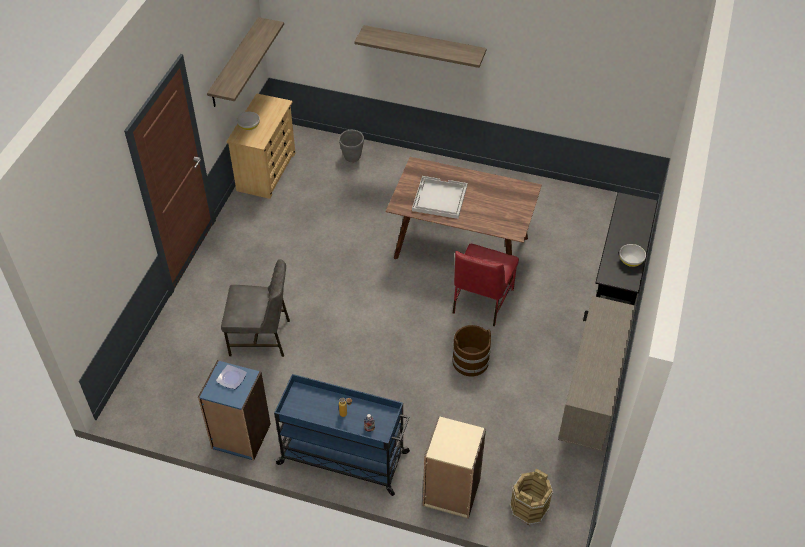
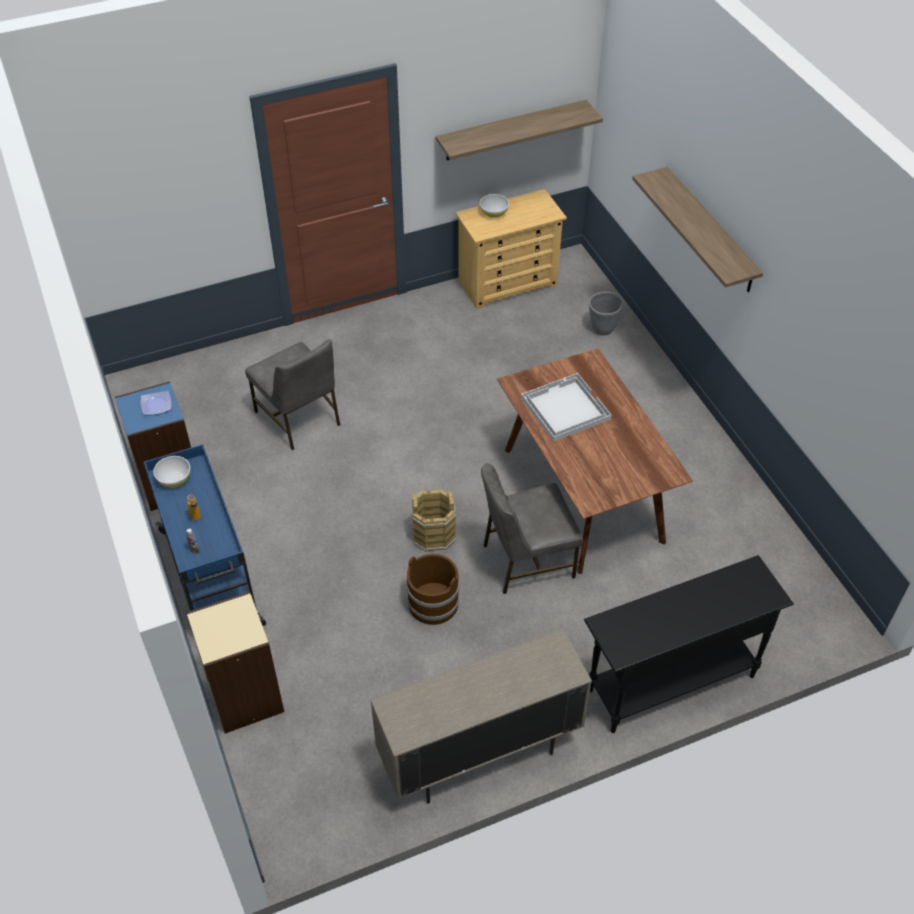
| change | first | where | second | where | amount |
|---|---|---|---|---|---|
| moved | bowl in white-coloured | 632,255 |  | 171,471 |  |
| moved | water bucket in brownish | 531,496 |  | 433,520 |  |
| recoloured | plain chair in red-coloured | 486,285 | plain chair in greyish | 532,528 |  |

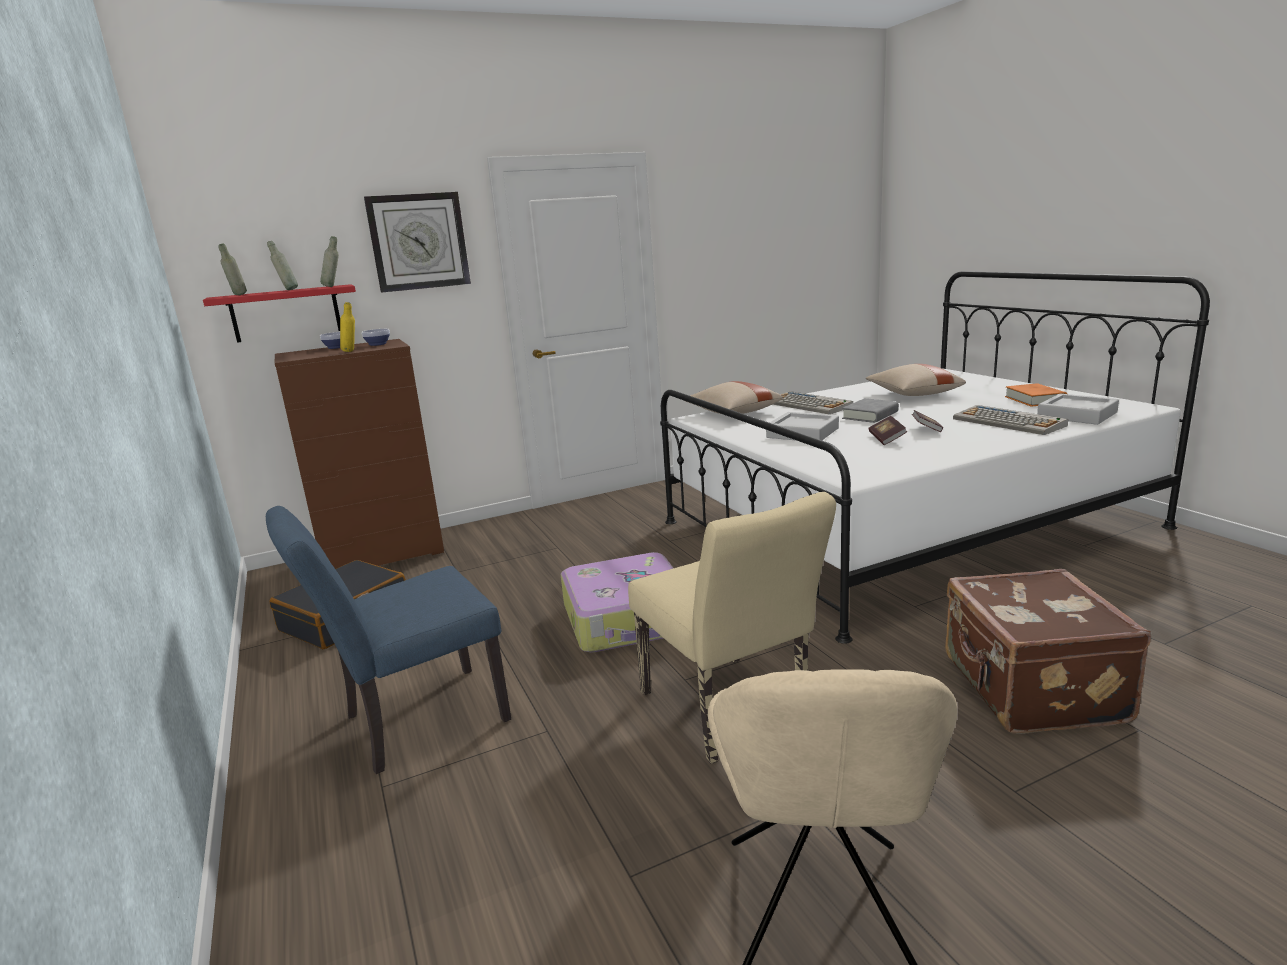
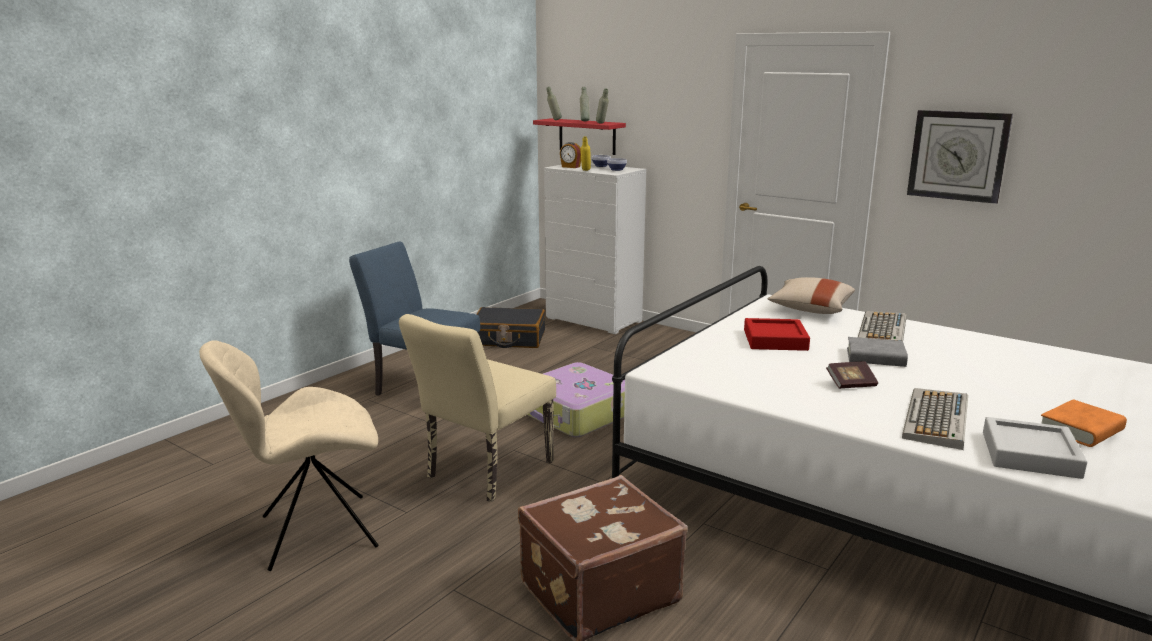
| change | first | where | second | where | amount |
|---|---|---|---|---|---|
| recoloured | chest of drawers in brownish | 359,454 | chest of drawers in white-coloured | 595,249 |  |
| added |  |  | table clock | 570,155 |  |
| recoloured | tray in greyish | 802,426 | tray in red-coloured | 777,334 |  |
| moved | wall clock | 417,242 |  | 960,157 |  |
| removed | cushion in beige | 916,380 |  |  |  |
| removed | volume | 887,430 |  |  |  |

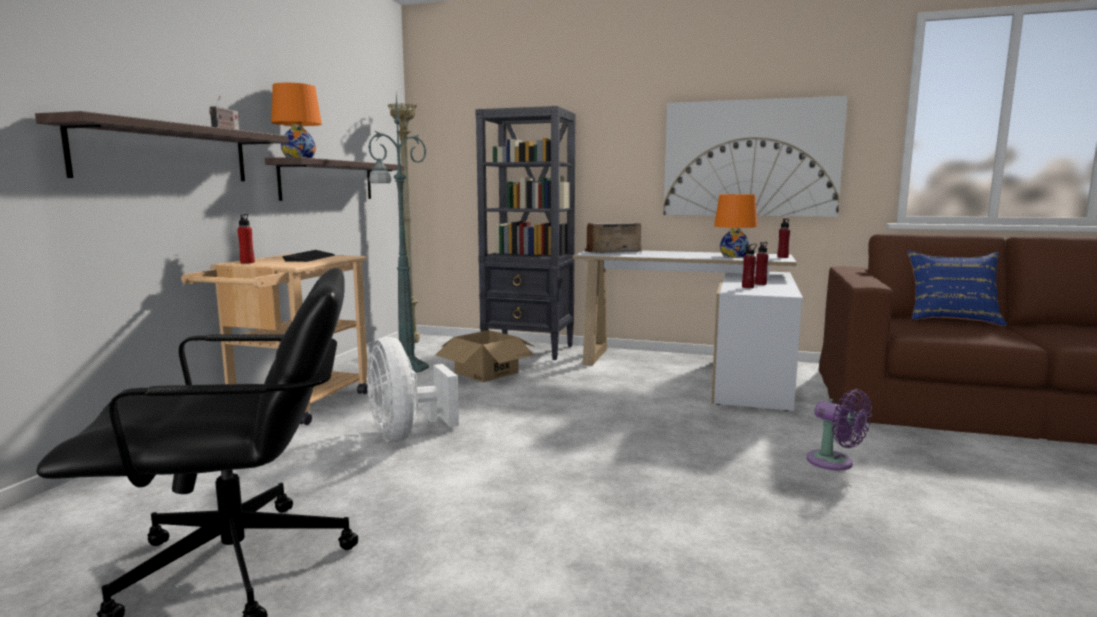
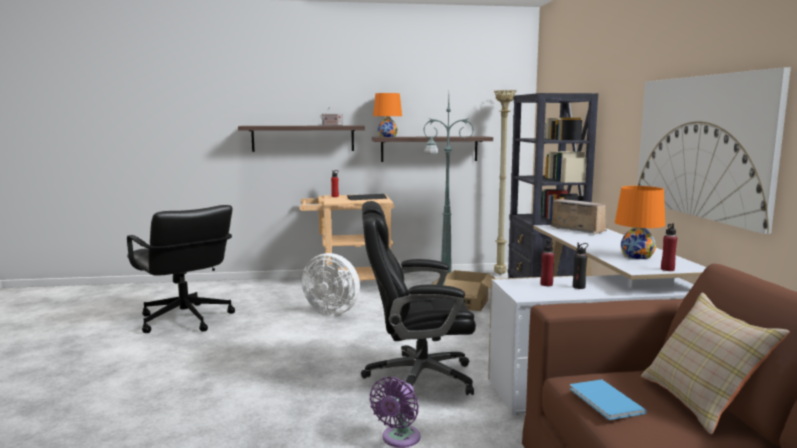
| change | first | where | second | where | amount |
|---|---|---|---|---|---|
| turned | cooling fan in white-coloured | 413,389 |  | 331,284 | 105 degrees counterclockwise |
| added |  |  | office chair in black-coloured | 418,298 |  |
| added |  |  | volume in bluish | 608,399 |  |
| recoloured | bottle in red-coloured | 762,263 | bottle in black-coloured | 580,266 |  |
| recoloured | cushion in bluish | 957,288 | cushion in beige | 715,364 |  |

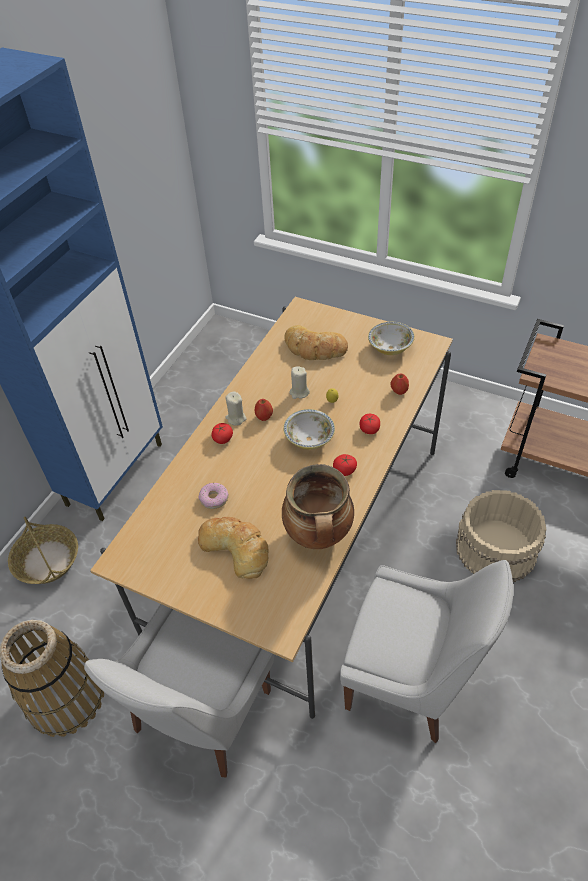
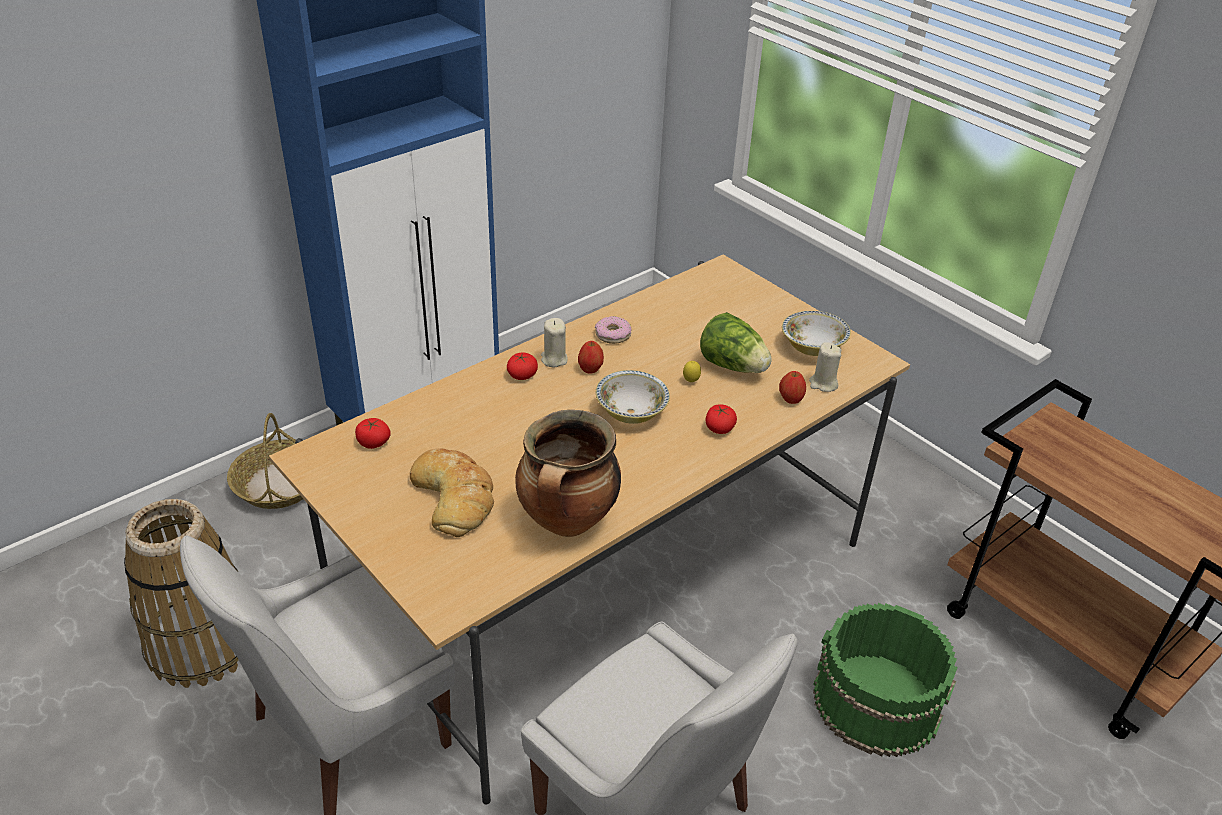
| change | first | where | second | where | amount |
|---|---|---|---|---|---|
| moved | fresh tomato | 345,465 |  | 372,433 |  |
| moved | doughnut | 214,496 |  | 613,330 |  |
| added |  |  | lettuce | 736,342 |  |
| moved | candle in beige | 299,382 |  | 825,367 |  |
| recoloured | water bucket in beige | 501,536 | water bucket in green | 885,680 |  |
| removed | bread | 316,342 |  |  |  |

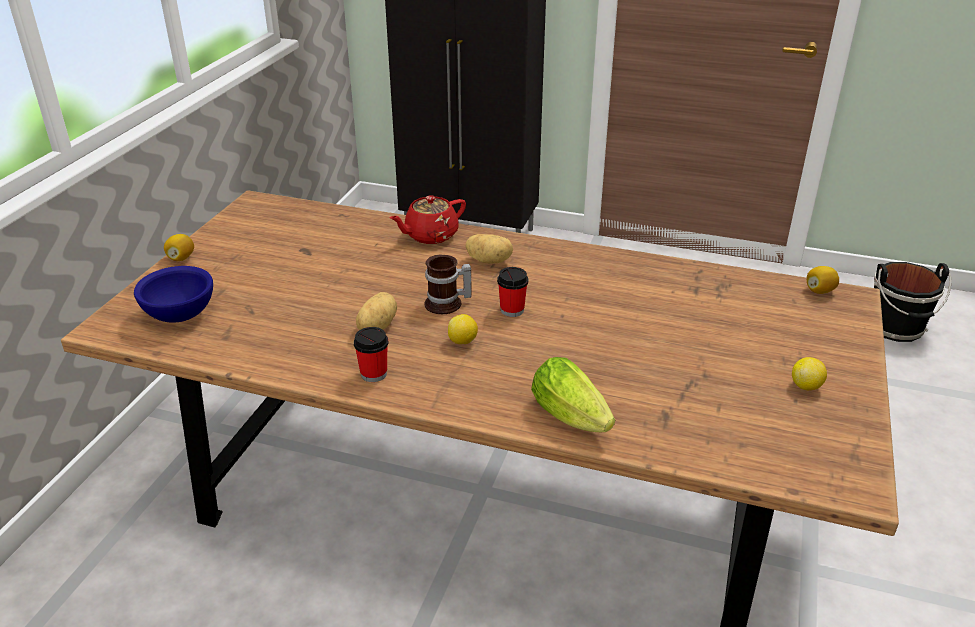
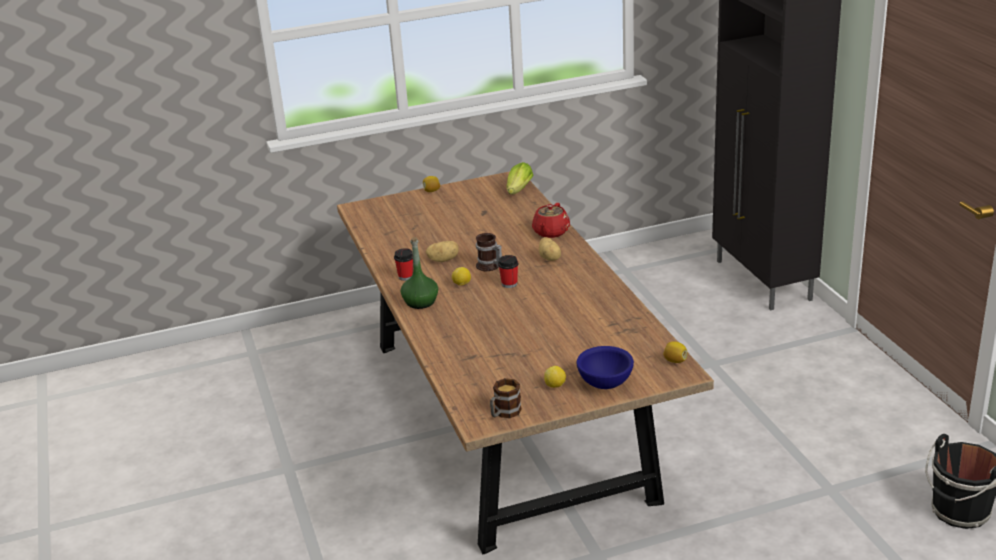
| change | first | where | second | where | amount |
|---|---|---|---|---|---|
| added |  |  | bottle in green | 419,273 |  |
| added |  |  | coffee mug | 505,398 |  |
| moved | lettuce | 573,394 |  | 520,178 |  |
| turned | teapot in red-coloured | 428,219 |  | 551,220 | 90 degrees counterclockwise |
| moved | bowl in bluish | 173,294 |  | 605,367 |  |

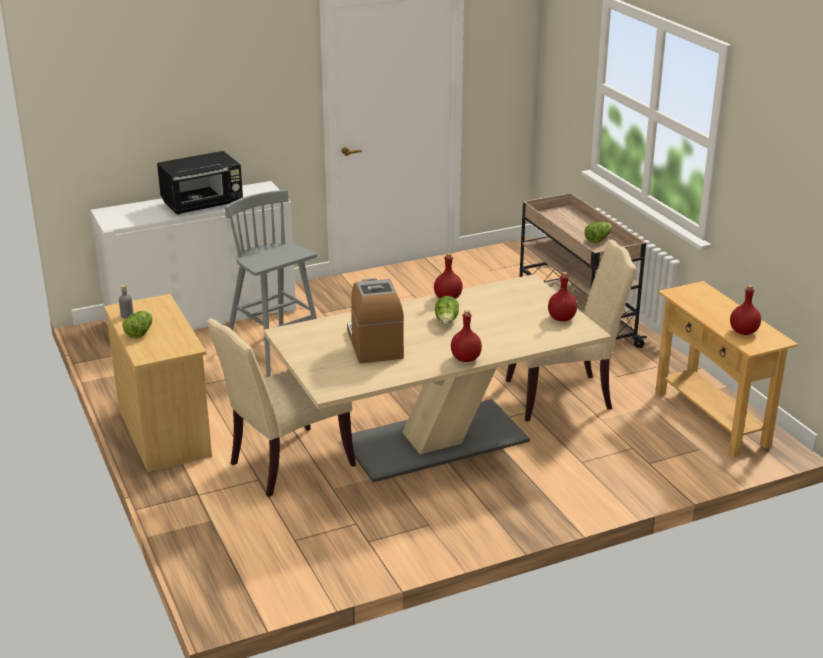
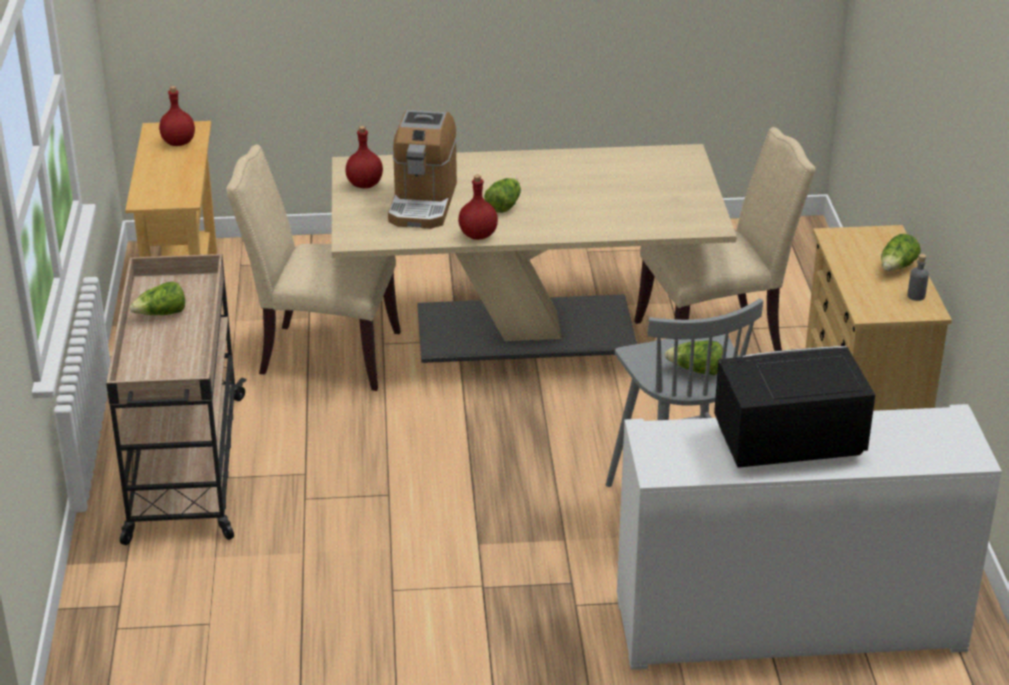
| change | first | where | second | where | amount |
|---|---|---|---|---|---|
| moved | coffee brewer | 375,320 |  | 422,169 |  |
| added |  |  | lettuce | 693,358 |  |
| removed | bottle in red-coloured | 466,336 |  |  |  |

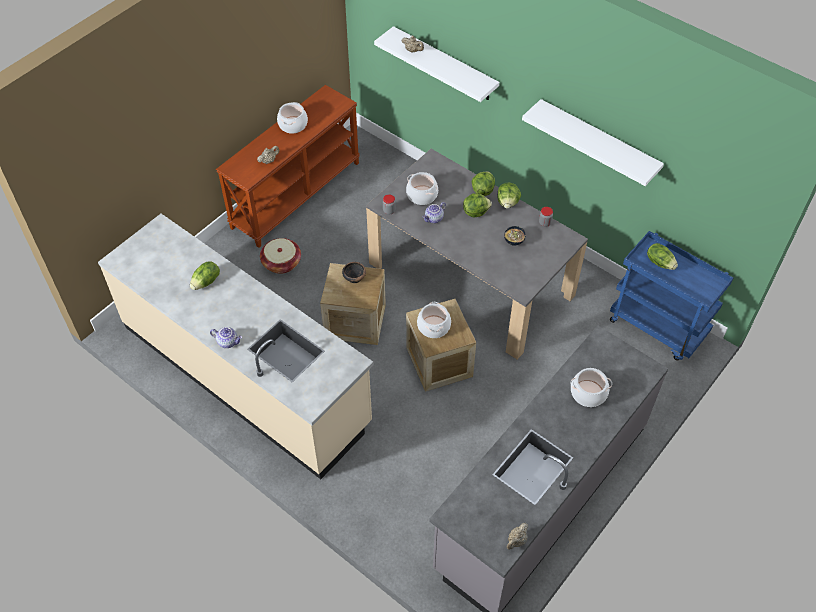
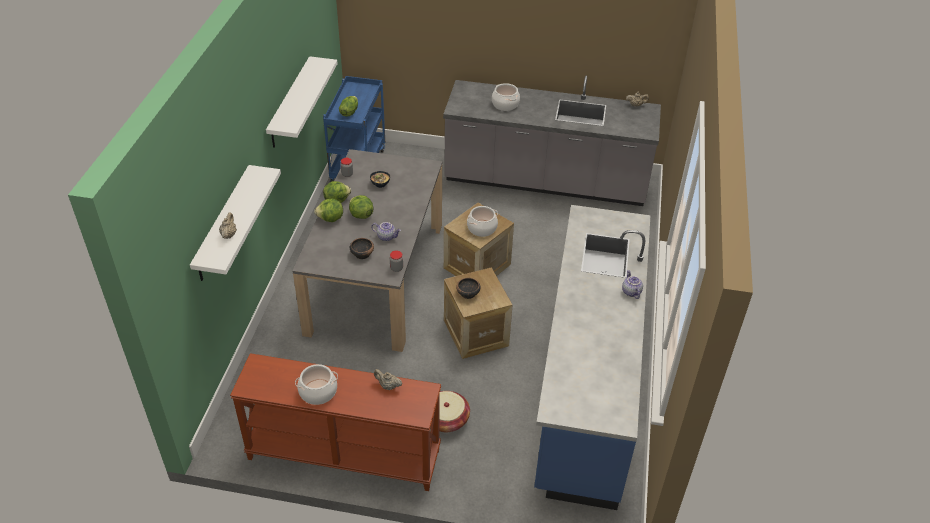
| change | first | where | second | where | amount |
|---|---|---|---|---|---|
| replaced | cooking pot | 422,188 | bowl | 362,248 |  |
| recoloured | kitchen counter in beige | 236,346 | kitchen counter in bluish | 592,357 |  |
| removed | lettuce | 205,275 |  |  |  |

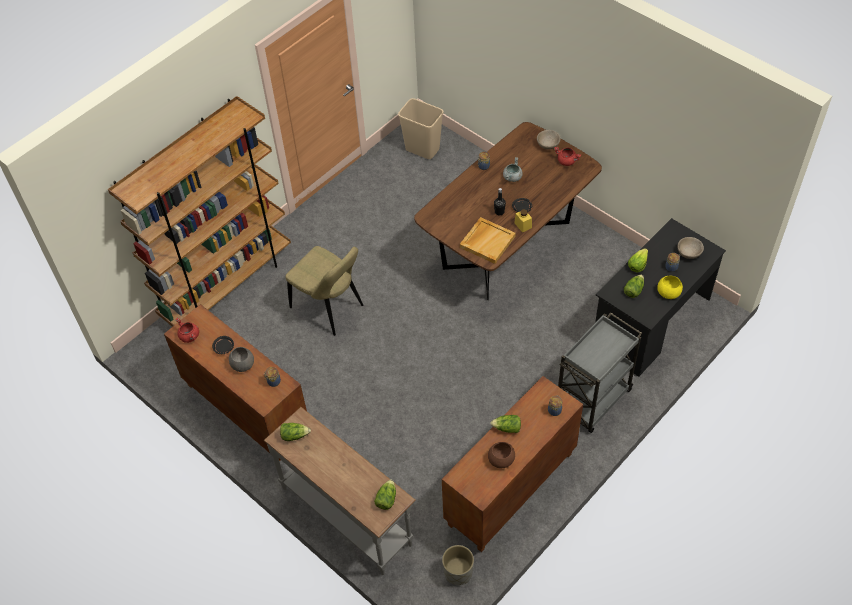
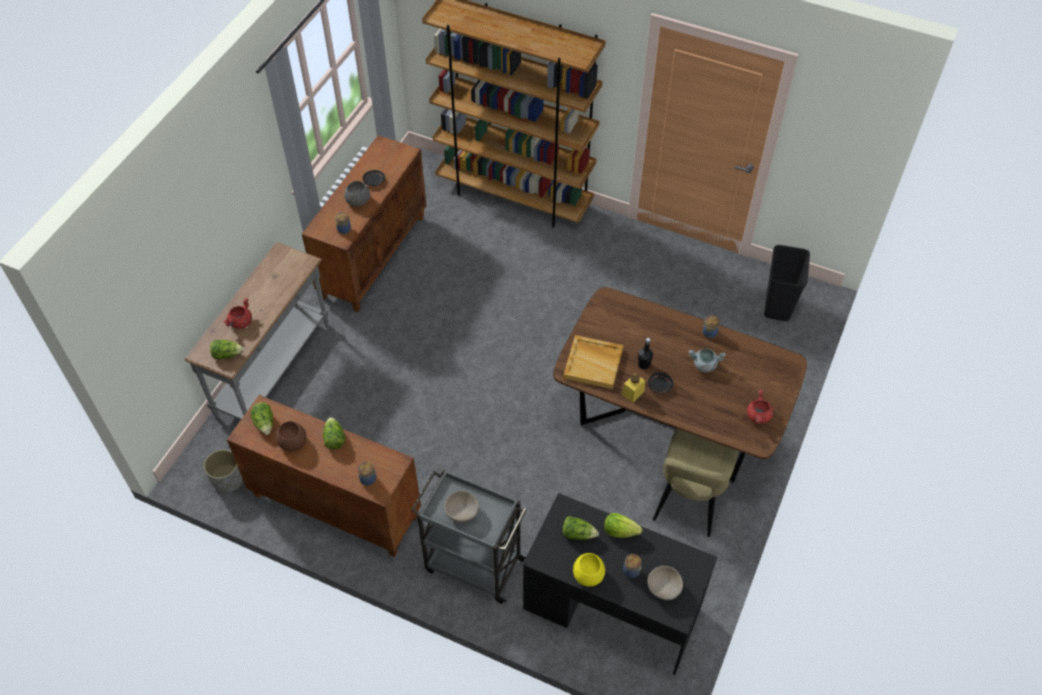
| change | first | where | second | where | amount |
|---|---|---|---|---|---|
| moved | cooking pot in red-coloured | 187,330 |  | 238,313 |  |
| moved | lettuce | 295,432 |  | 262,419 |  |
| moved | bowl in beige | 548,140 |  | 461,507 |  |
| moved | plain chair in beige | 324,291 |  | 695,483 |  |
| recoloured | trash can in beige | 421,128 | trash can in black-coloured | 787,283 |  |

